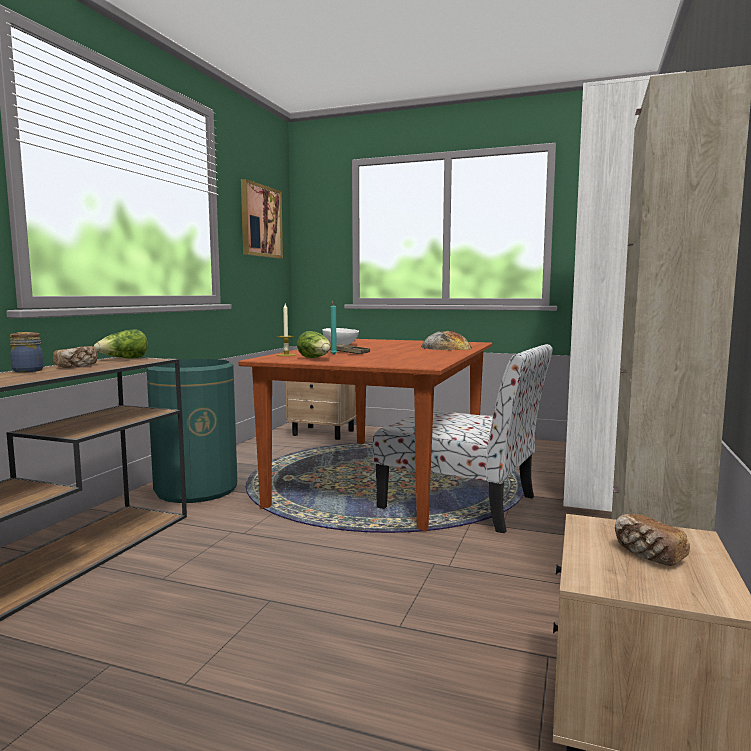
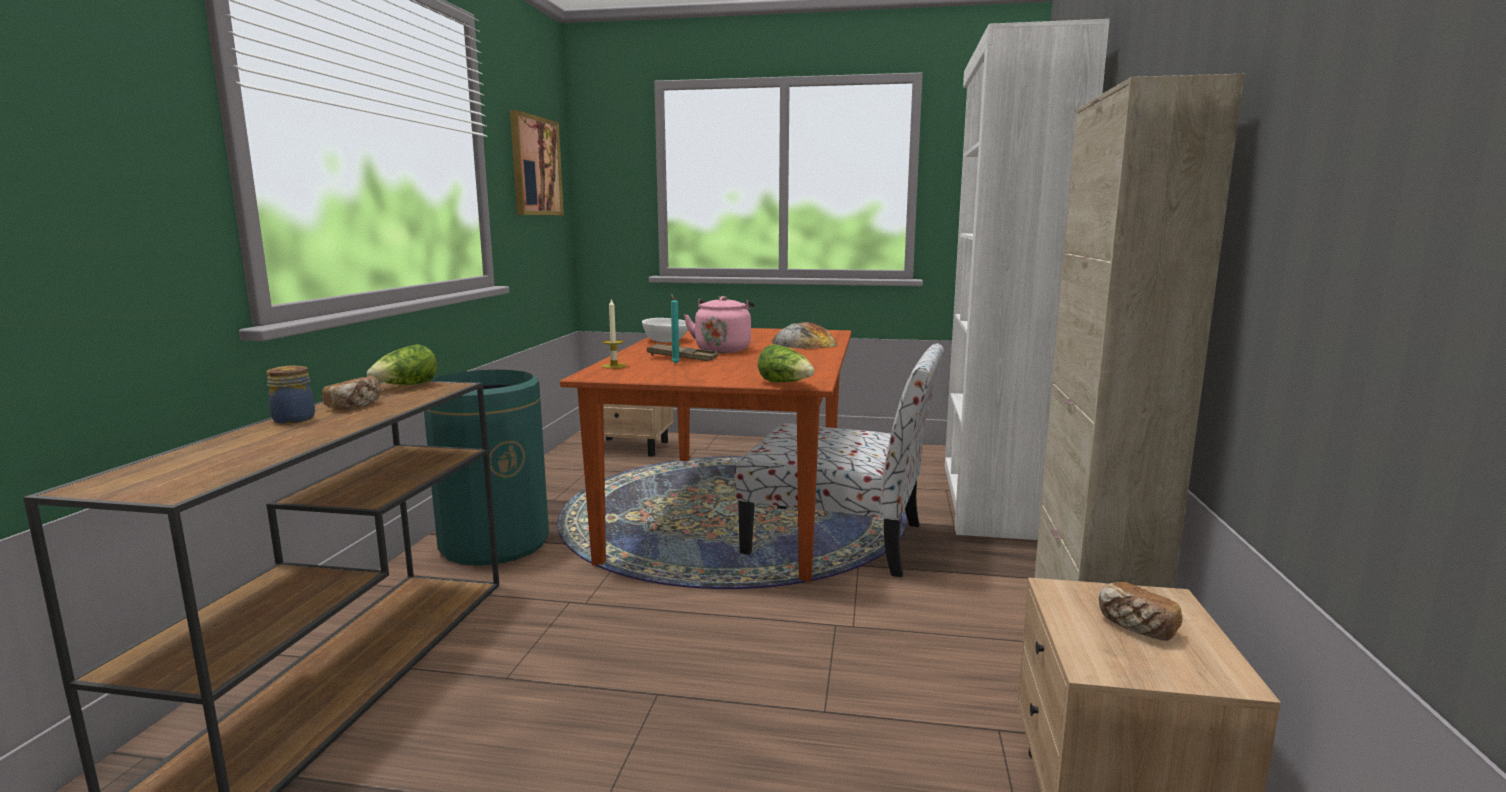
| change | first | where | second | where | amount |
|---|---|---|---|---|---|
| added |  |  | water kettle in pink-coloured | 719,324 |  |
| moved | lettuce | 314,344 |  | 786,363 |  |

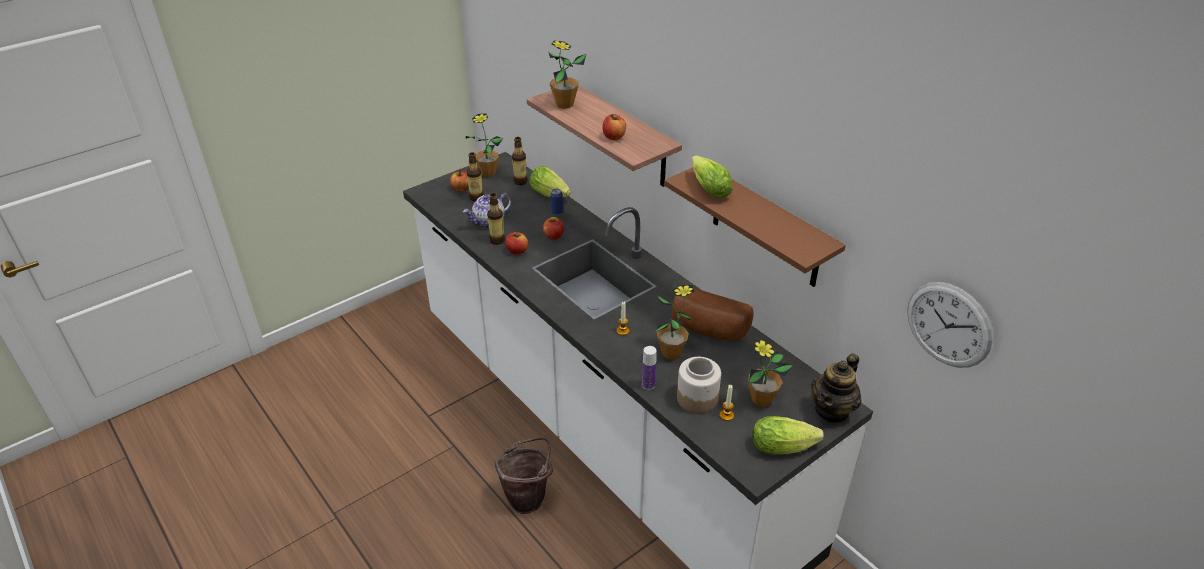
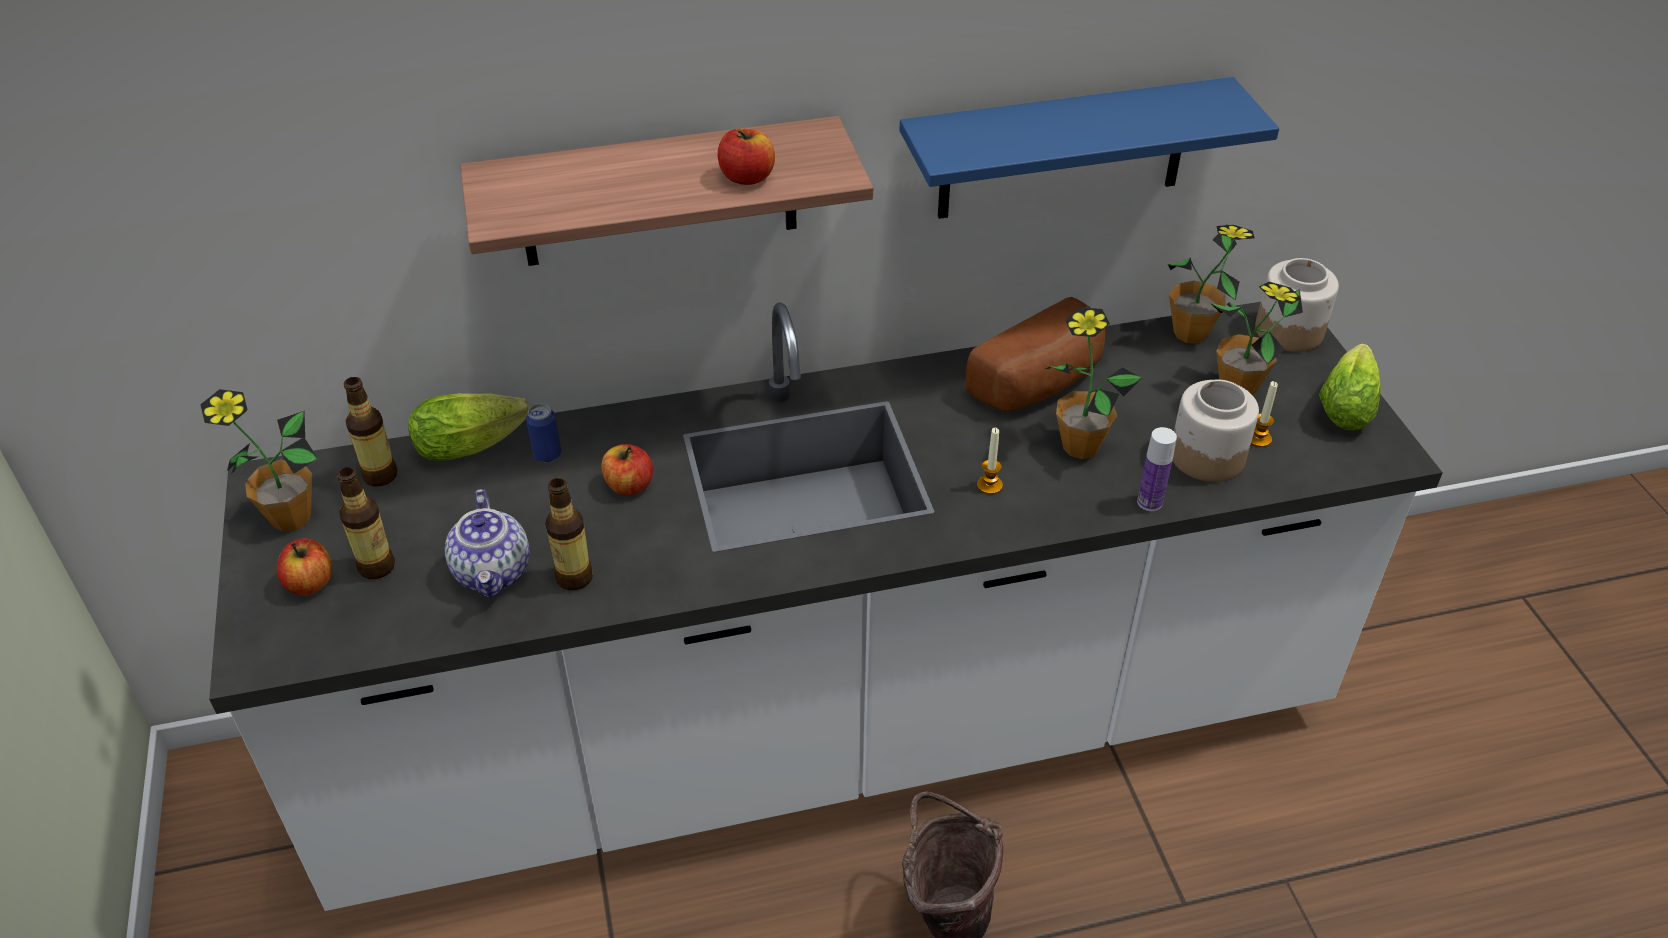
| change | first | where | second | where | amount |
|---|---|---|---|---|---|
| recoloured | bracket shelf in brownish | 755,227 | bracket shelf in bluish | 1089,148 |  |
| moved | potted plant | 567,75 |  | 1211,283 |  |
| replaced | teapot | 836,389 | preserve jar | 1297,305 |  |
| removed | apple | 516,243 |  |  |  |
| removed | lettuce | 712,176 |  |  |  |
| removed | wall clock | 950,325 |  |  |  |

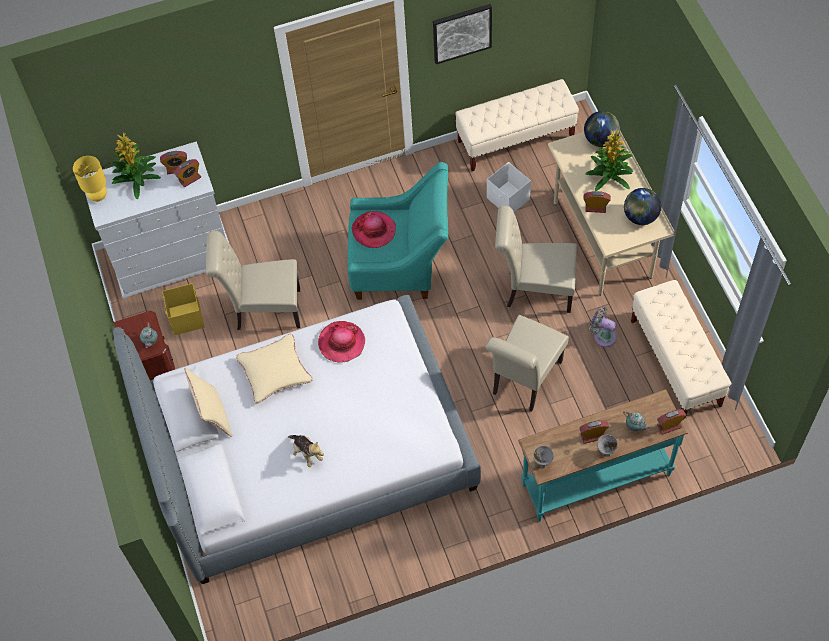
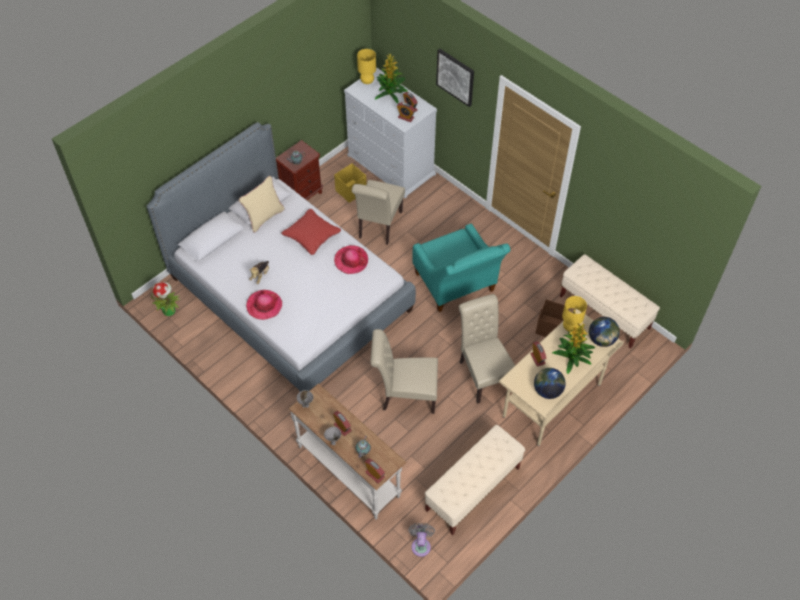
| change | first | where | second | where | amount |
|---|---|---|---|---|---|
| added |  |  | potted plant | 165,299 |  |
| moved | clothing hat | 374,229 |  | 264,305 |  |
| recoloured | cushion in beige | 274,369 | cushion in red-coloured | 311,232 |  |
| recoloured | console table in blue-green | 603,455 | console table in white-coloured | 347,451 |  |
| turned | plain chair in beige | 253,280 |  | 378,212 | 135 degrees counterclockwise |
| moved | cooling fan in greyish | 603,326 |  | 421,540 |  |
| moved | wall picture | 462,34 |  | 455,78 |  |
| recoloured | storage bin in white-coloured | 509,187 | storage bin in brownish | 552,318 |  |
| added |  |  | tabletop lamp in yellowish | 574,314 |  |

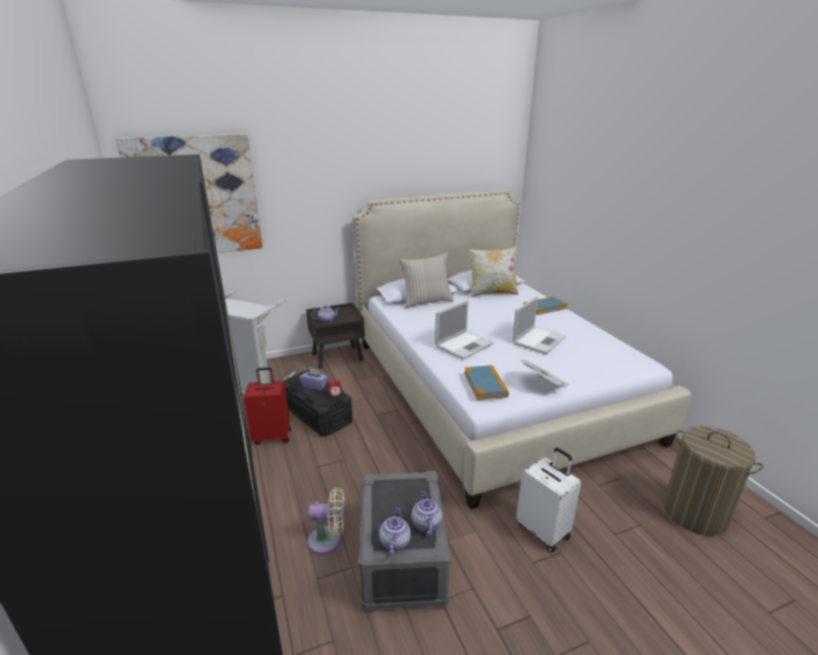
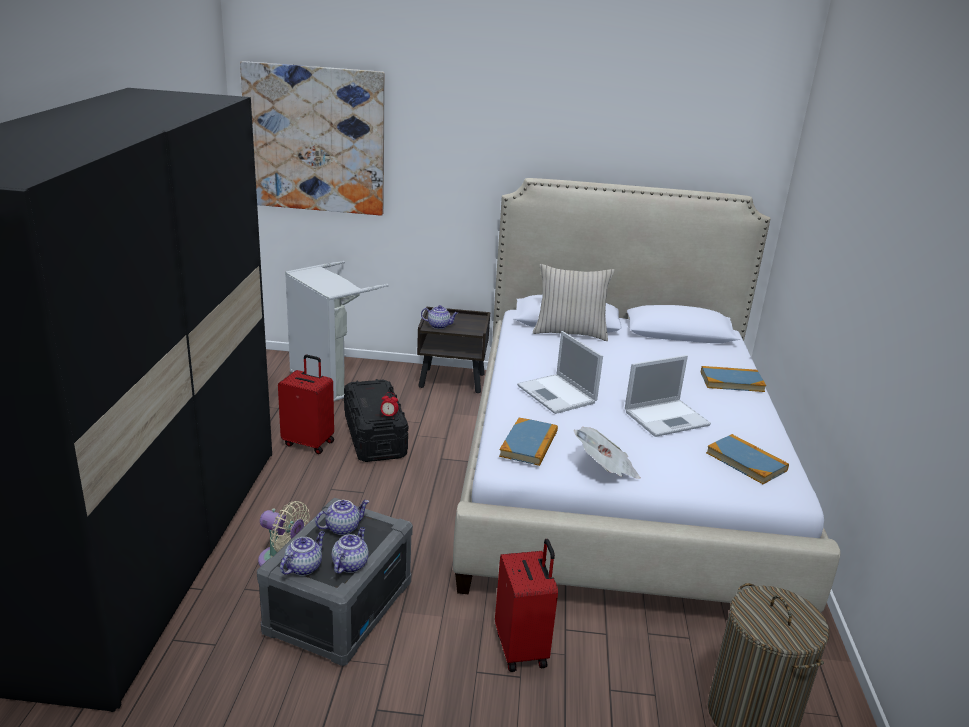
| change | first | where | second | where | amount |
|---|---|---|---|---|---|
| added |  |  | teapot | 342,517 |  |
| recoloured | travel case in white-coloured | 548,500 | travel case in red-coloured | 526,605 |  |
| turned | laptop | 464,330 |  | 560,372 | 75 degrees clockwise |
| added |  |  | volume | 747,459 |  |
| removed | box of tissues in purple | 313,379 |  |  |  |
| removed | cushion | 494,272 |  |  |  |

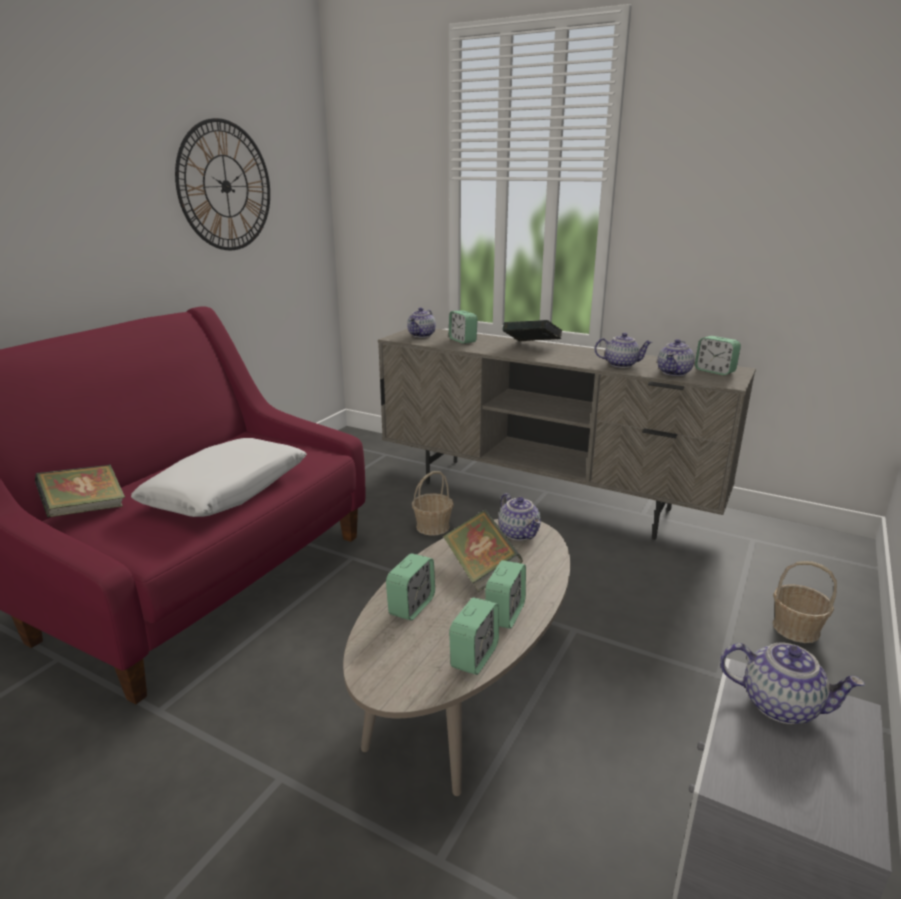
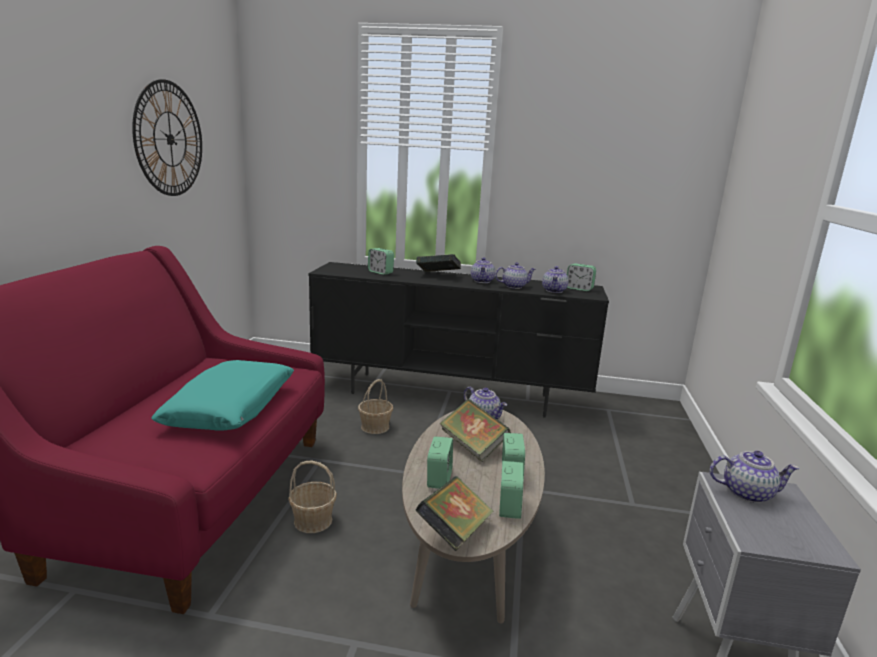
| change | first | where | second | where | amount |
|---|---|---|---|---|---|
| recoloured | cushion in white-coloured | 219,477 | cushion in blue-green | 222,395 |  |
| moved | basket | 805,602 |  | 312,496 |  |
| recoloured | tv stand in beige | 567,434 | tv stand in black-coloured | 458,340 |  |
| moved | volume | 80,490 |  | 454,513 |  |
| moved | teapot | 421,323 |  | 483,270 |  |

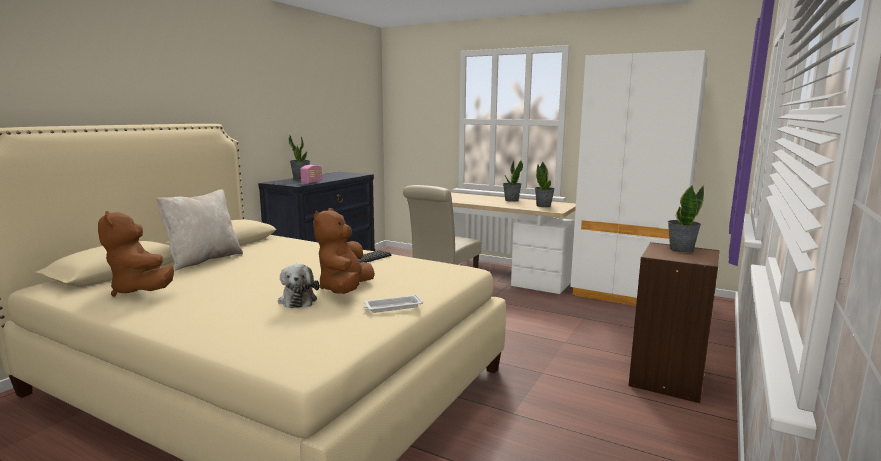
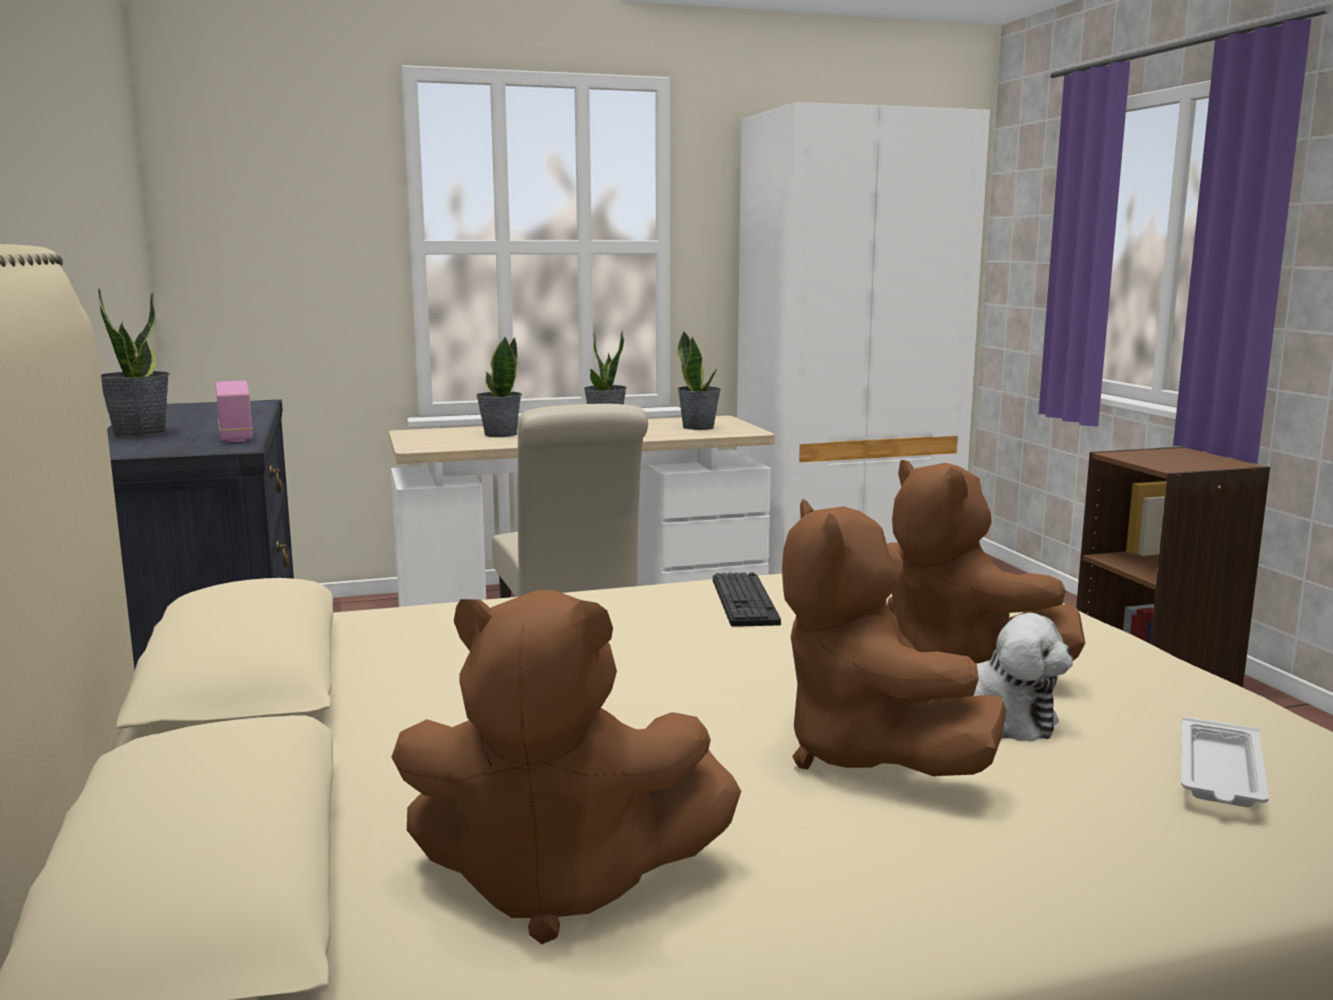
| change | first | where | second | where | amount |
|---|---|---|---|---|---|
| moved | potted plant | 686,219 |  | 499,387 |  |
| added |  |  | plush toy in brownish | 894,637 |  |
| moved | tray in white-coloured | 393,303 |  | 1225,761 |  |
| removed | cushion in beige | 199,230 |  |  |  |

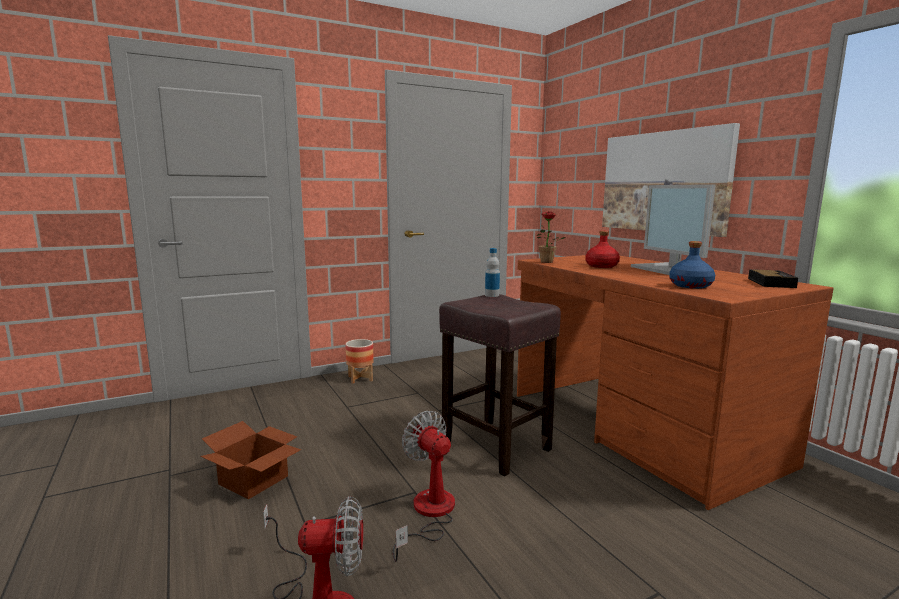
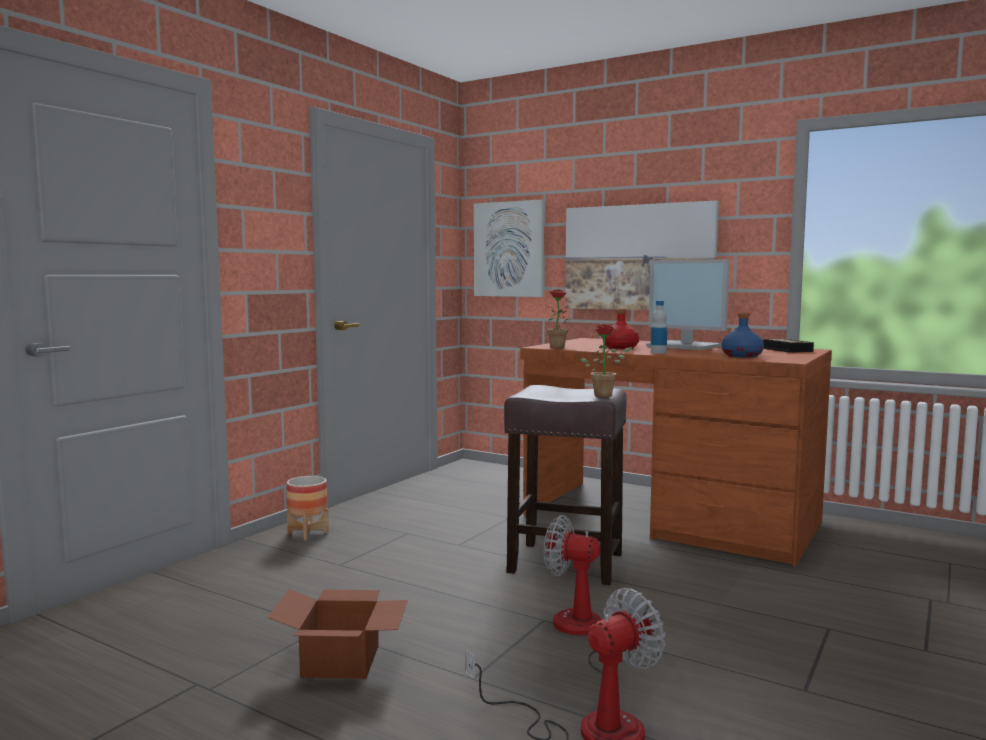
| change | first | where | second | where | amount |
|---|---|---|---|---|---|
| added |  |  | wall picture | 509,248 |  |
| added |  |  | potted plant | 606,360 |  |
| moved | bottle | 492,272 |  | 659,327 |  |

